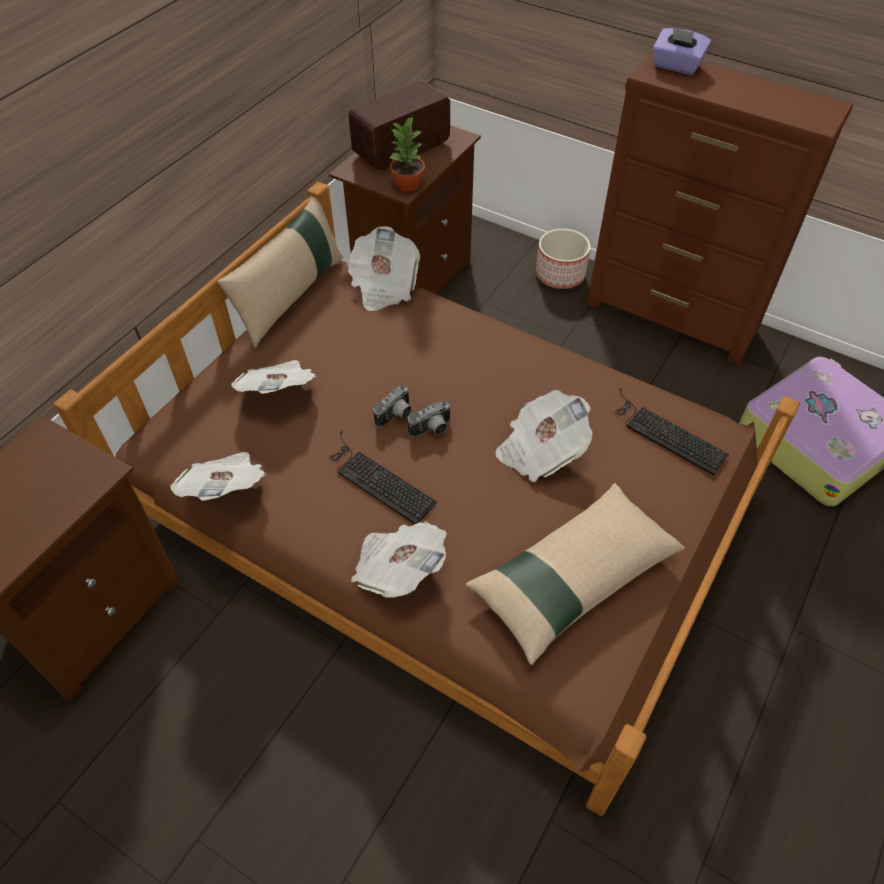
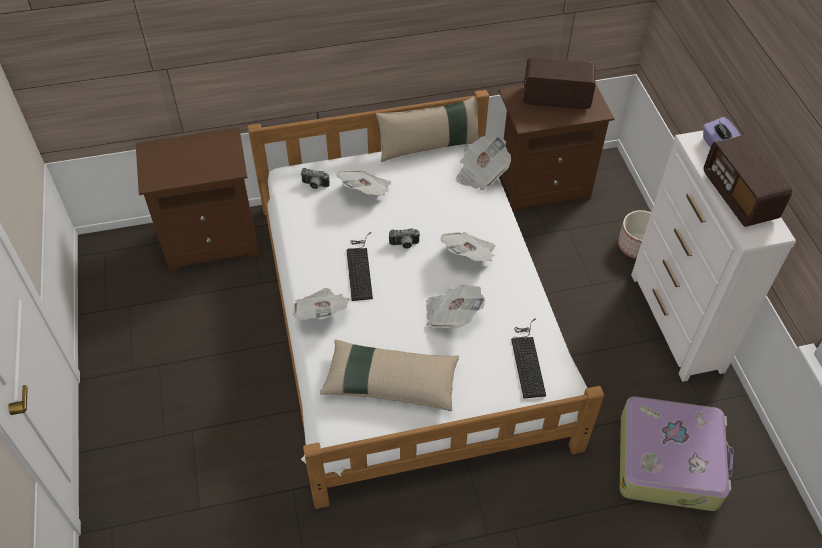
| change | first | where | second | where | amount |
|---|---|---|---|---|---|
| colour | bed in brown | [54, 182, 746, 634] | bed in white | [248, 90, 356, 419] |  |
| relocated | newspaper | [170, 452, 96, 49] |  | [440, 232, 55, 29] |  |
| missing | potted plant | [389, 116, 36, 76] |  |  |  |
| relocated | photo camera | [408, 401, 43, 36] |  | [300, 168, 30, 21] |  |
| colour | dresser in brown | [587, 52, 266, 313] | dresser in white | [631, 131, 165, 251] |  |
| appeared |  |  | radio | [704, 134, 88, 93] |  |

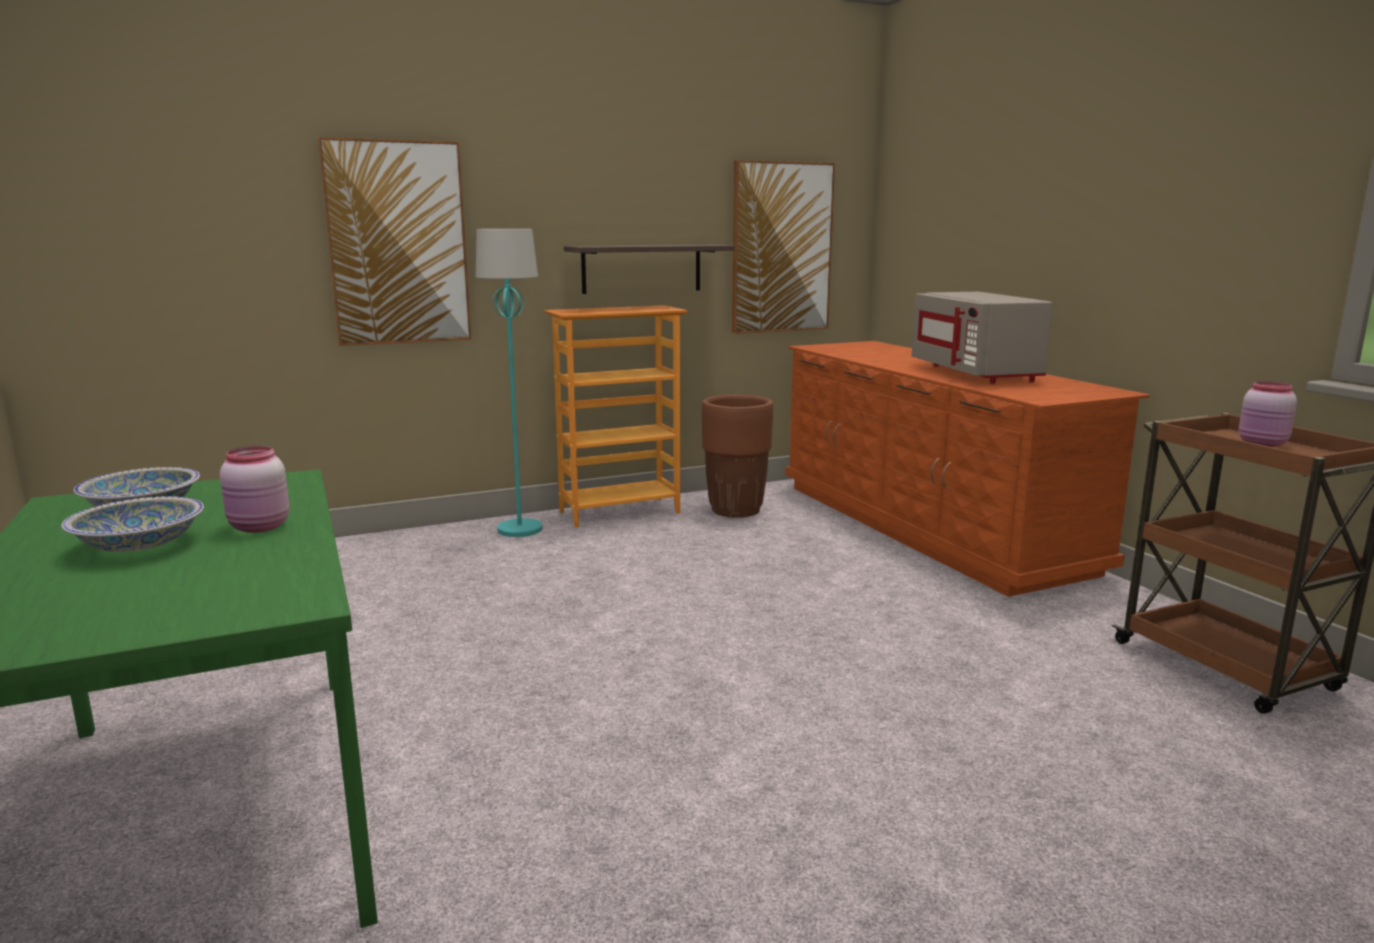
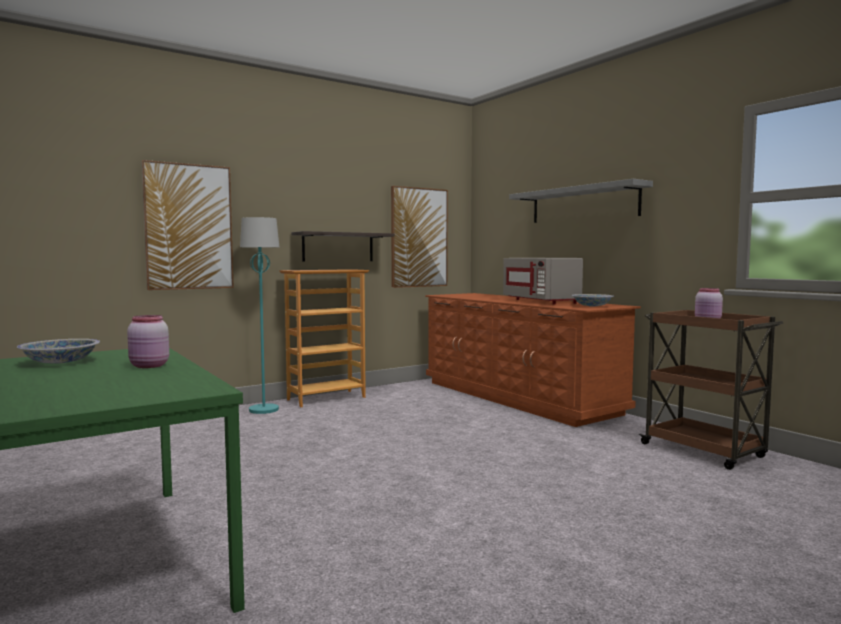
| change | first | where | second | where | amount |
|---|---|---|---|---|---|
| relocated | bowl | [61, 496, 143, 56] |  | [572, 294, 42, 13] |  |
| missing | planter in brown | [702, 395, 71, 123] |  |  |  |
| appeared |  |  | shelf in grey | [509, 179, 144, 44] |  |

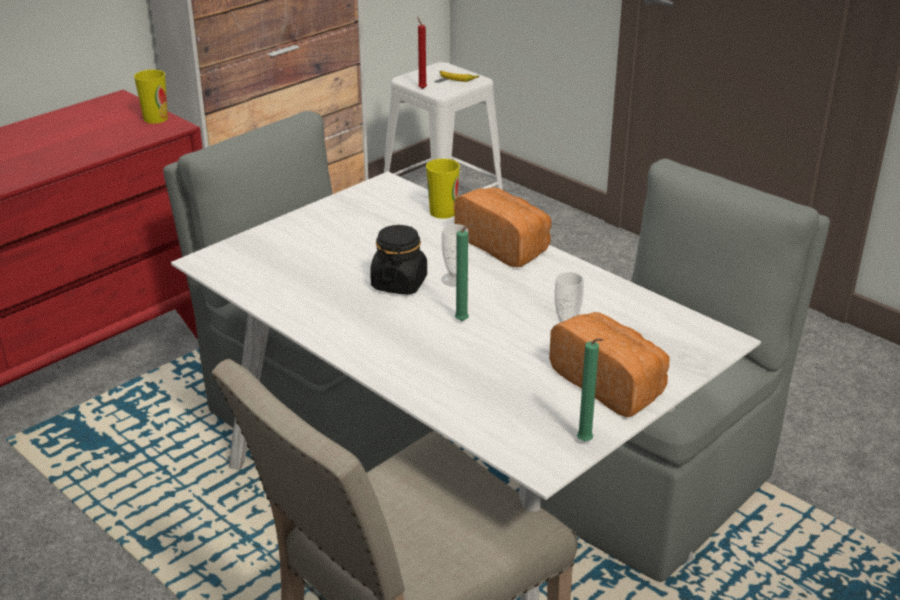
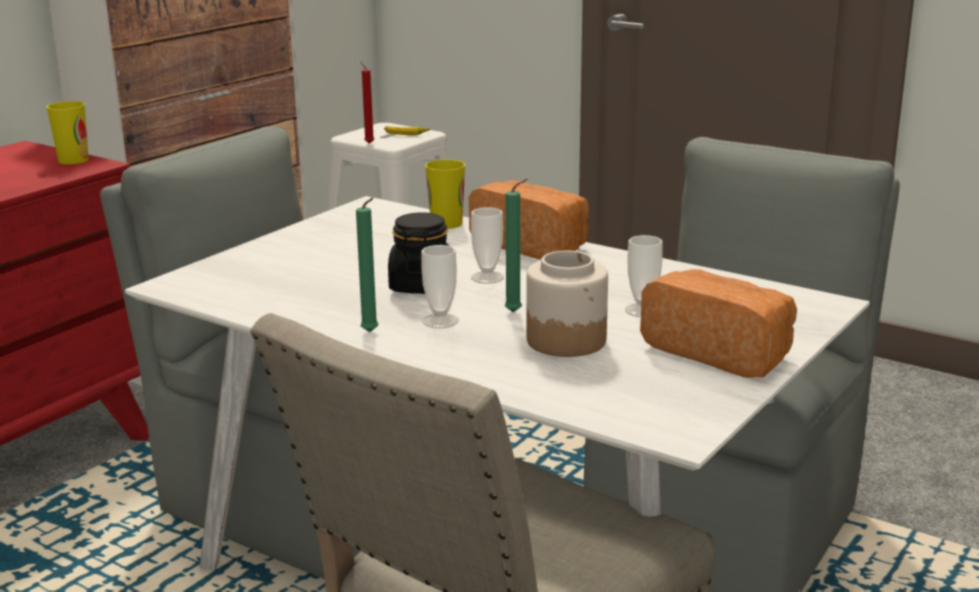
| change | first | where | second | where | amount |
|---|---|---|---|---|---|
| relocated | candle in green | [577, 339, 26, 102] |  | [356, 198, 22, 134] |  |
| appeared |  |  | cup | [421, 245, 37, 83] |  |
| appeared |  |  | jar | [526, 251, 82, 106] |  |

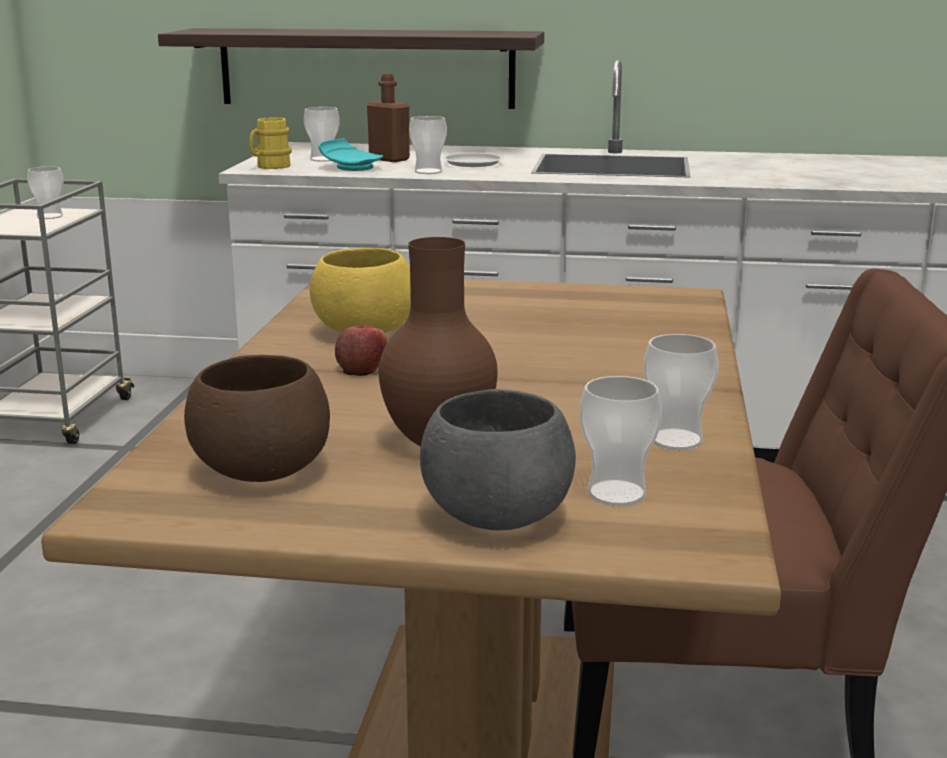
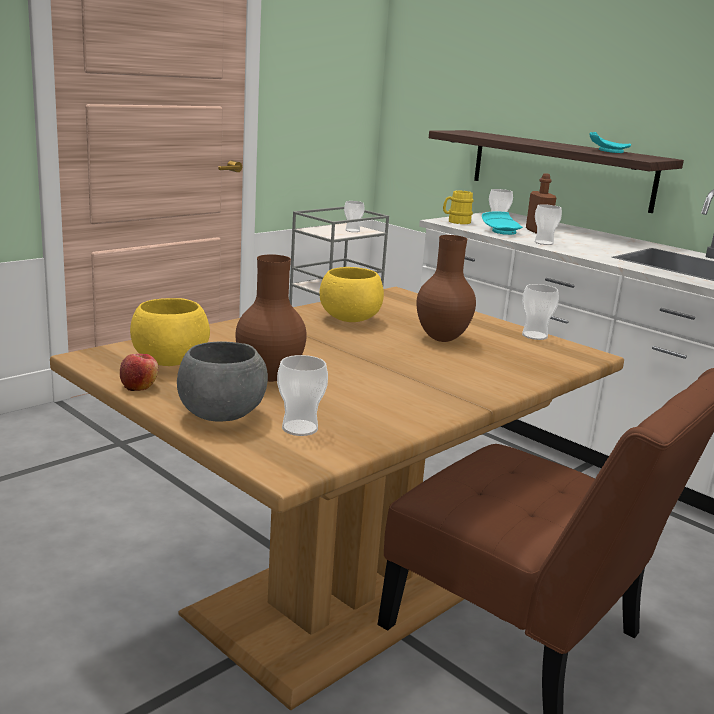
| change | first | where | second | where | amount |
|---|---|---|---|---|---|
| colour | bowl in brown | [184, 355, 146, 127] | bowl in yellow | [130, 298, 80, 68] |  |
| relocated | apple | [335, 325, 53, 51] |  | [120, 354, 39, 37] |  |
| missing | plate in white | [443, 153, 61, 14] |  |  |  |
| relocated | cup | [644, 334, 75, 116] |  | [522, 284, 37, 56] |  |
| appeared |  |  | vase in brown | [417, 235, 59, 107] |  |
| appeared |  |  | plate in turquoise | [589, 132, 42, 21] |  |

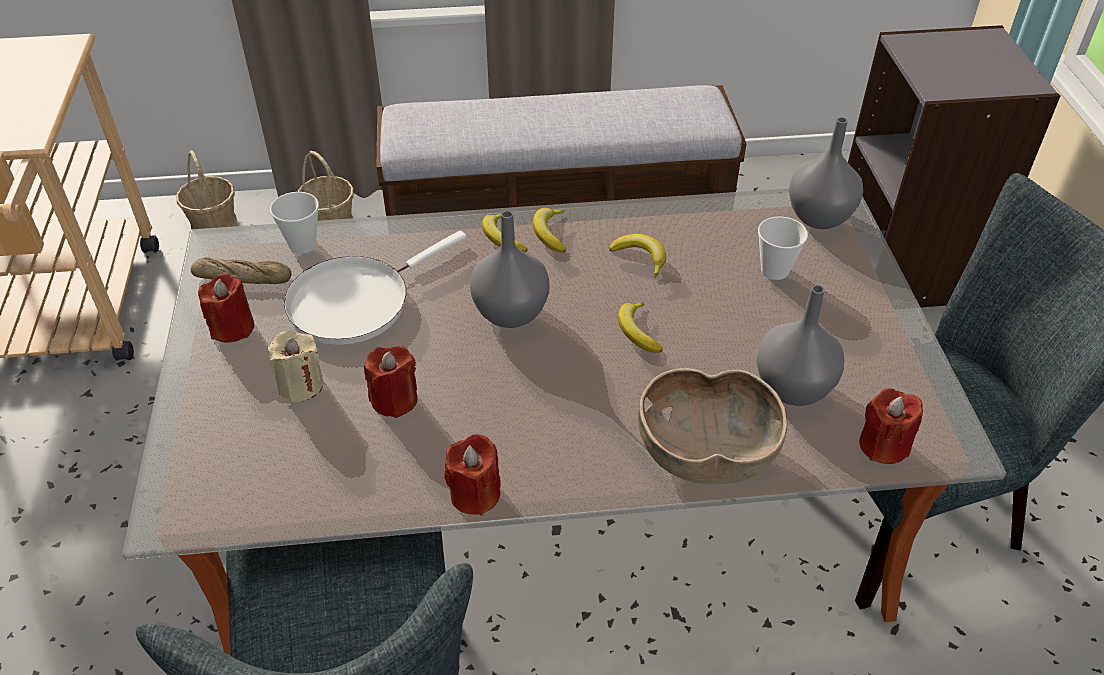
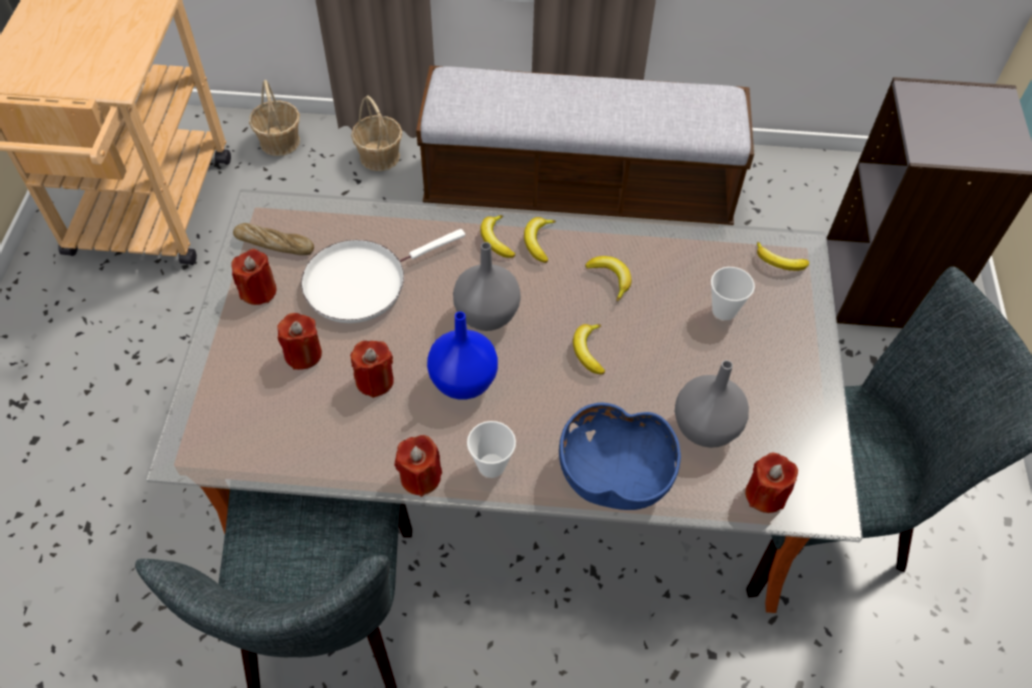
| change | first | where | second | where | amount |
|---|---|---|---|---|---|
| colour | candle in beige | [268, 331, 55, 72] | candle in red | [277, 313, 45, 57] |  |
| relocated | cup | [270, 192, 49, 62] |  | [467, 421, 49, 57] |  |
| colour | bowl in brown | [638, 368, 149, 116] | bowl in blue | [559, 402, 122, 108] |  |
| exchanged | vase in grey | [789, 117, 74, 112] | banana | [757, 242, 52, 29] |  |
| appeared |  |  | vase in blue | [427, 311, 71, 89] |  |

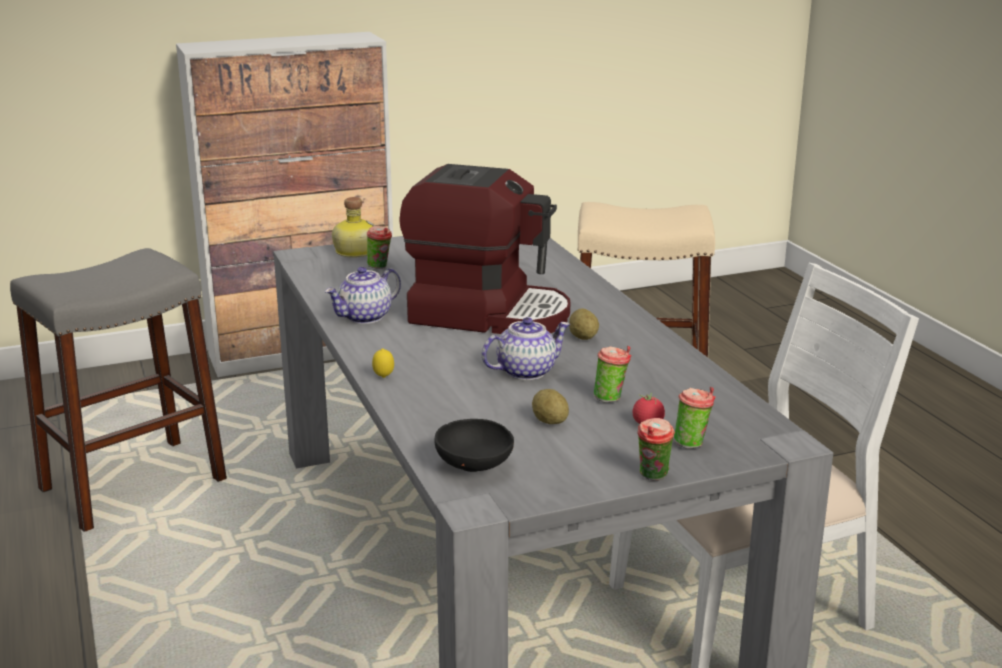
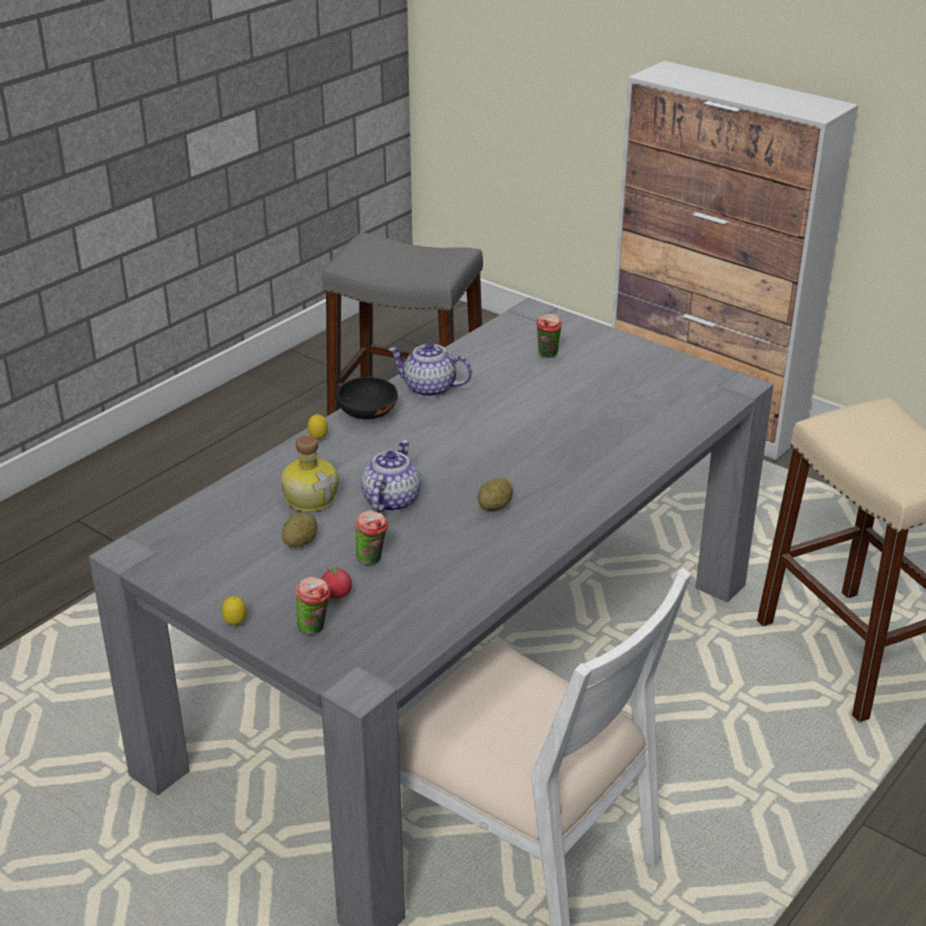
| change | first | where | second | where | amount |
|---|---|---|---|---|---|
| relocated | bottle | [332, 197, 43, 61] |  | [281, 435, 57, 77] |  |
| missing | coffee machine | [399, 164, 171, 170] |  |  |  |
| relocated | bowl in black | [434, 419, 80, 53] |  | [337, 377, 61, 42] |  |
| spun | teapot | [482, 317, 89, 63] |  | [361, 440, 60, 73] | 105 degrees counterclockwise |
| exchanged | cup | [637, 418, 38, 63] | lemon | [222, 596, 25, 29] |  |

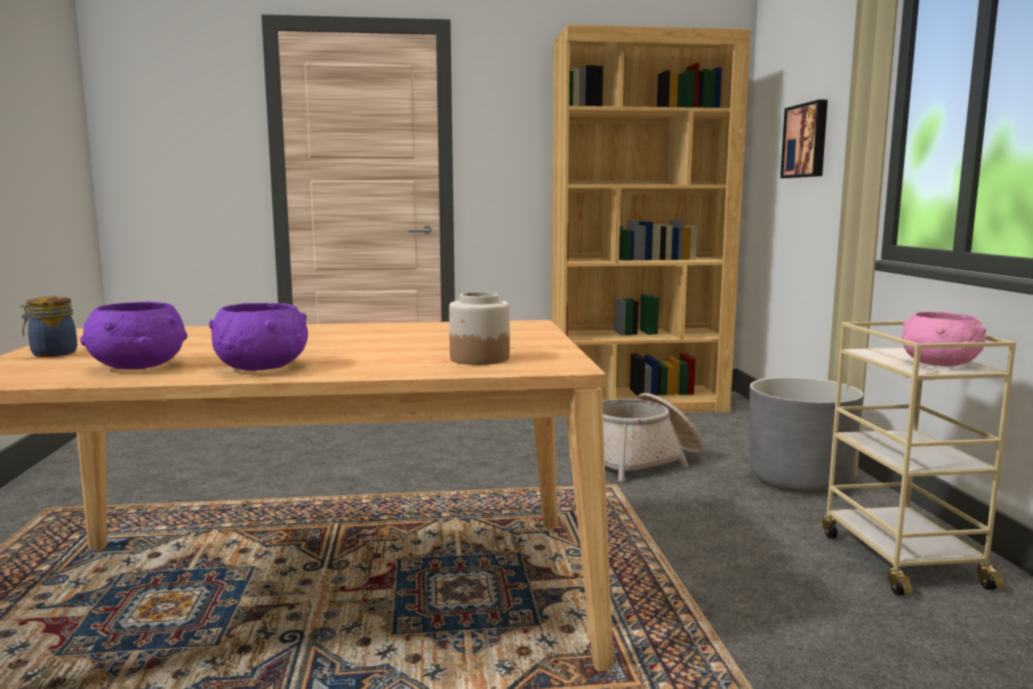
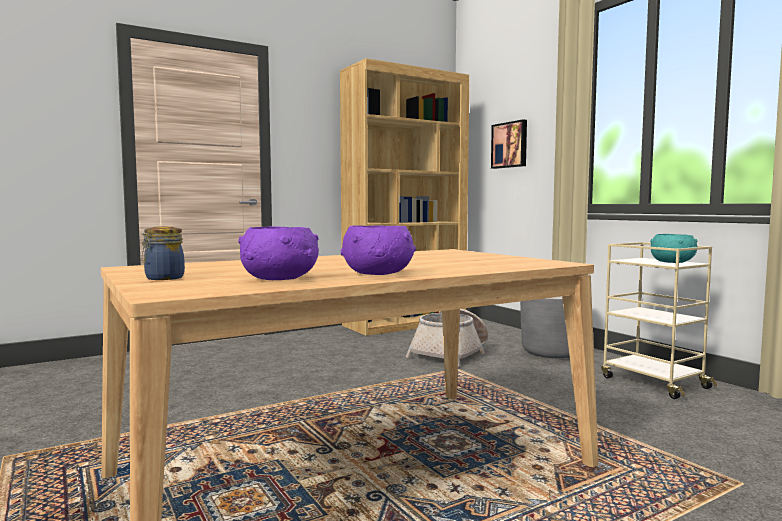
| change | first | where | second | where | amount |
|---|---|---|---|---|---|
| missing | jar | [449, 292, 61, 73] |  |  |  |
| colour | bowl in pink | [902, 312, 84, 55] | bowl in turquoise | [650, 234, 47, 29] |  |

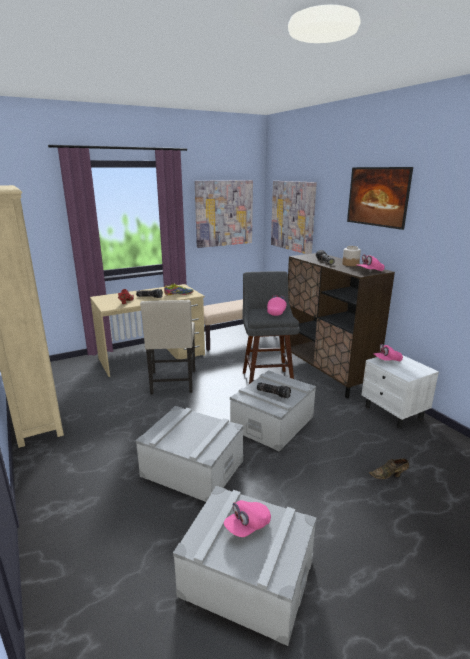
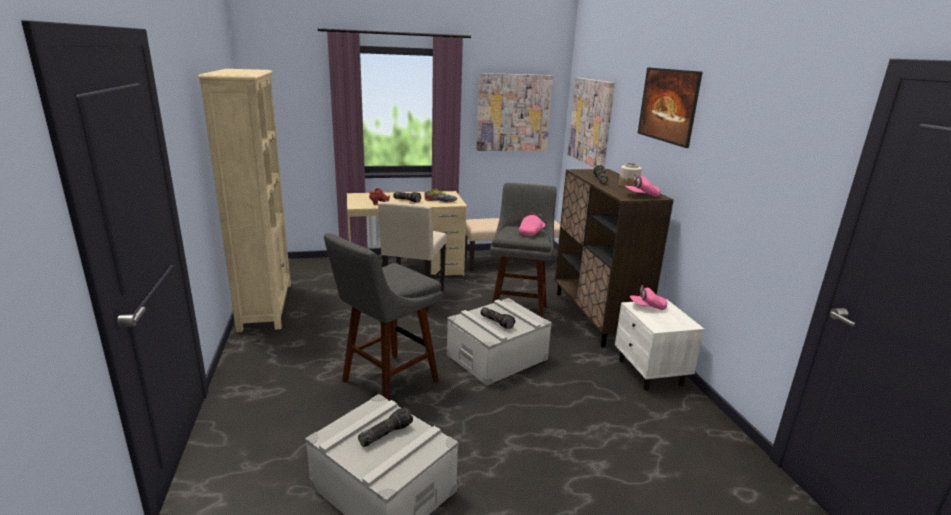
| change | first | where | second | where | amount |
|---|---|---|---|---|---|
| exchanged | storage box in grey | [136, 406, 108, 96] | stool in grey | [324, 233, 119, 167] |  |
| exchanged | cap in pink | [224, 500, 47, 37] | flashlight | [358, 407, 55, 40] |  |
| missing | shoe in brown | [369, 458, 40, 21] |  |  |  |

